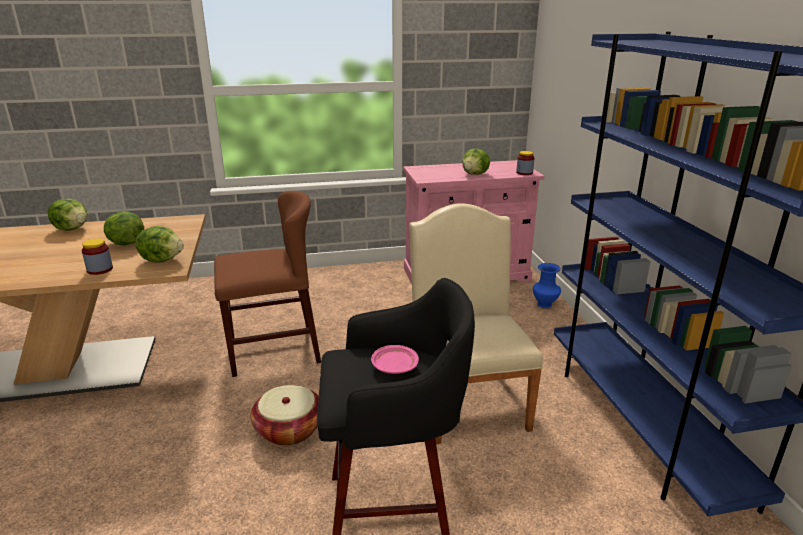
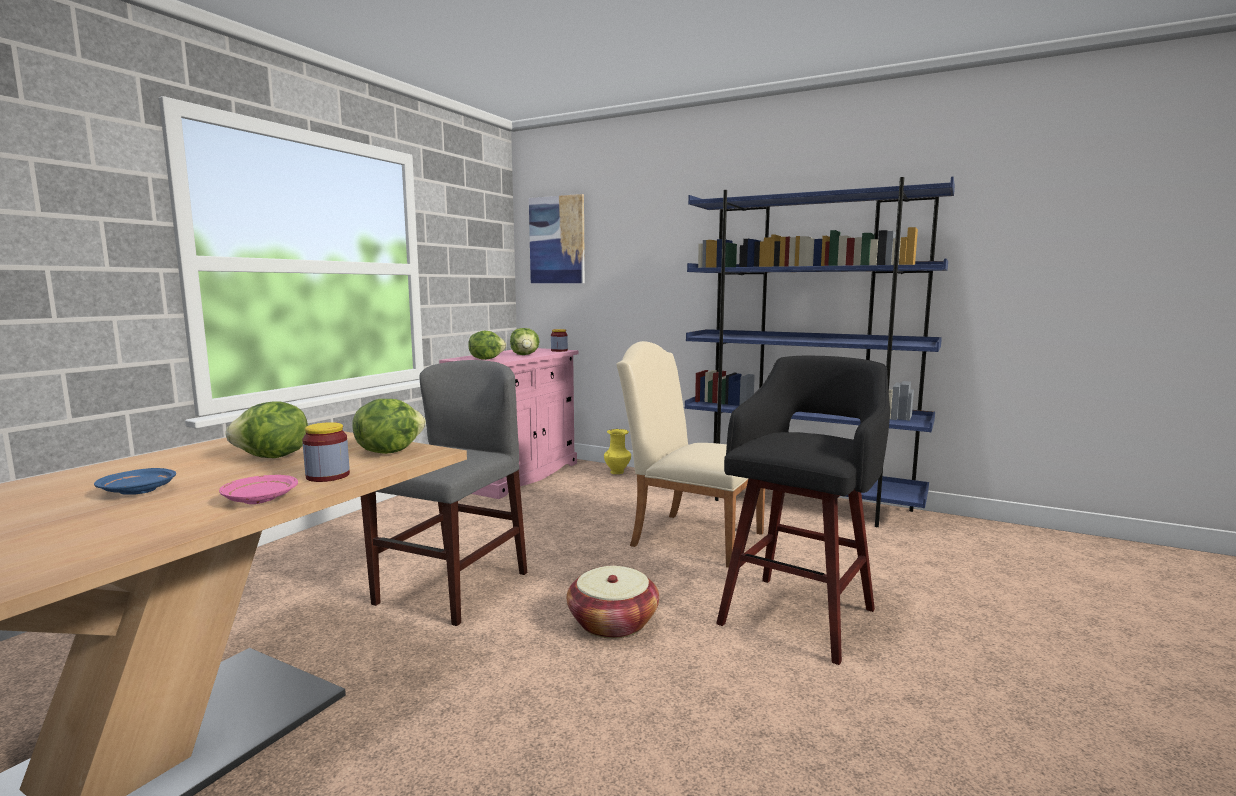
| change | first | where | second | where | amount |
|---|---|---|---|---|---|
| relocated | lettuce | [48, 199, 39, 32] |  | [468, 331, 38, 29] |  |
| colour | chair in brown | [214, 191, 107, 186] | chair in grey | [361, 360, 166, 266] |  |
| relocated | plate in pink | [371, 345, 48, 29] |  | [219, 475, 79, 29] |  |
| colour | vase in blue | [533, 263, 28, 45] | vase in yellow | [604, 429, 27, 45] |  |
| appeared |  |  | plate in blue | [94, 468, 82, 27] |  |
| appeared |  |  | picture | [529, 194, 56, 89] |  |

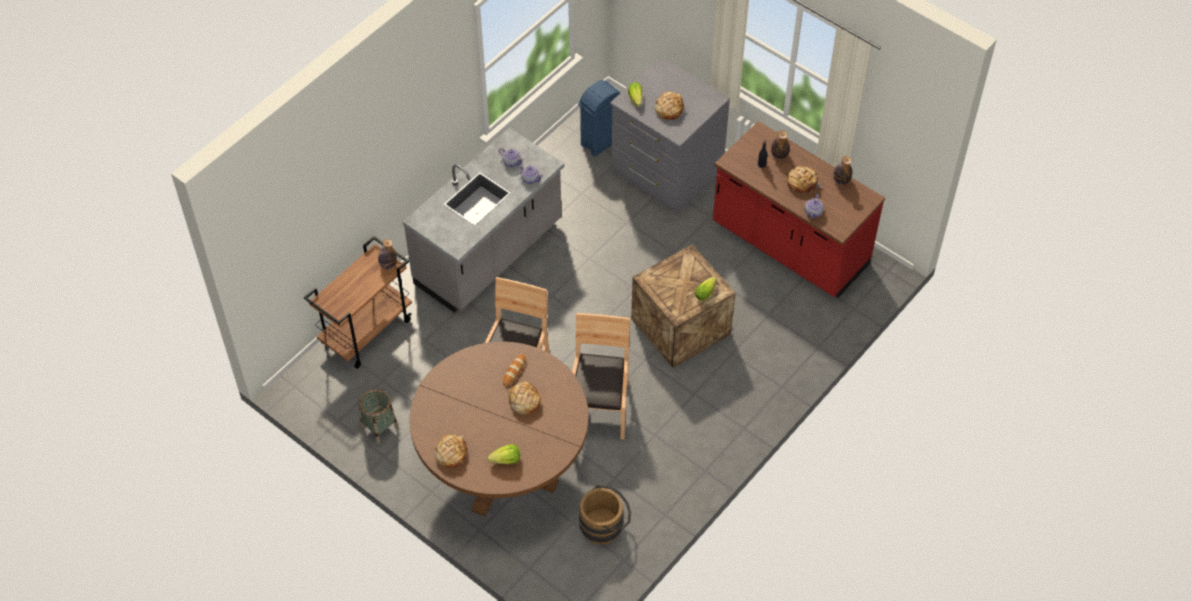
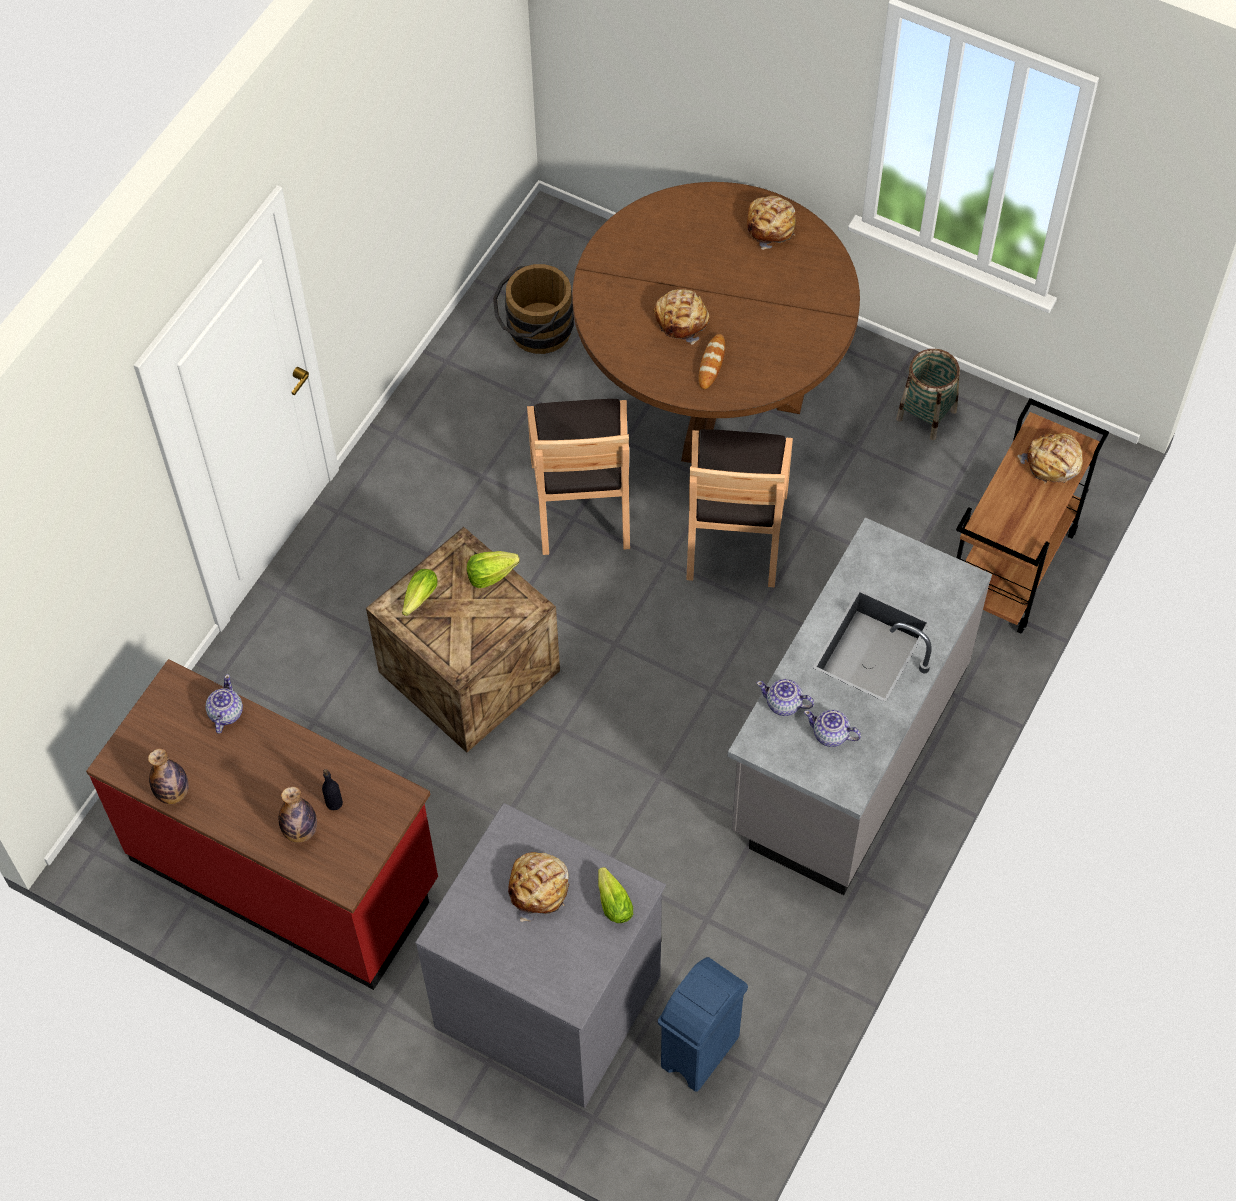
| change | first | where | second | where | amount |
|---|---|---|---|---|---|
| missing | bottle | [378, 239, 19, 30] |  |  |  |
| relocated | lettuce | [487, 444, 33, 20] |  | [467, 551, 53, 37] |  |
| relocated | bread | [787, 166, 35, 28] |  | [1017, 433, 66, 51] |  |

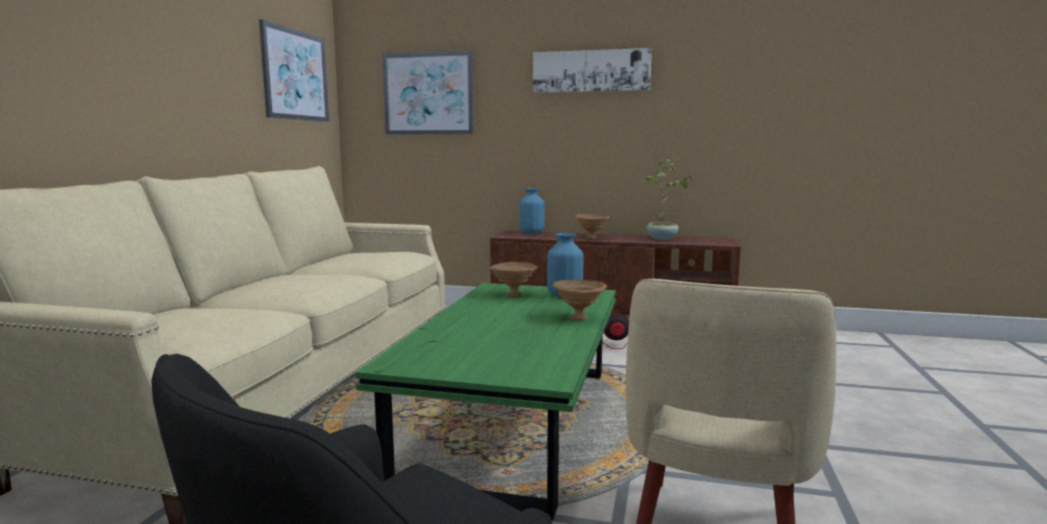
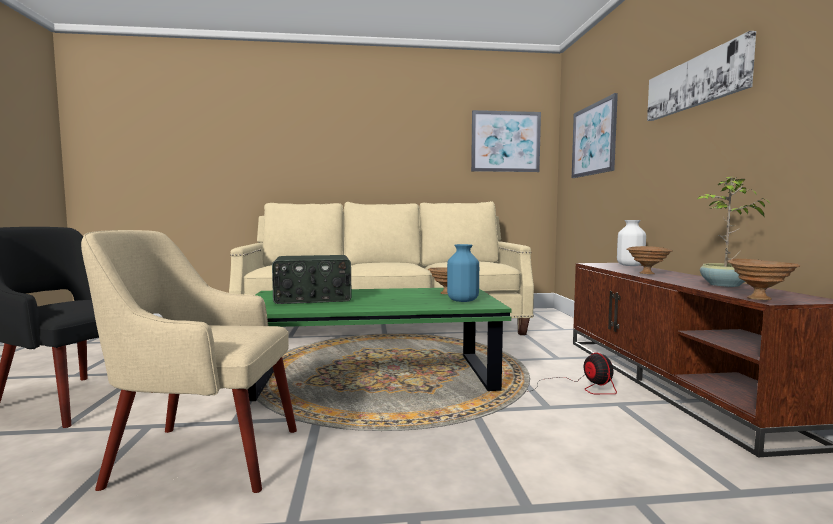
| change | first | where | second | where | amount |
|---|---|---|---|---|---|
| colour | vase in blue | [519, 188, 26, 46] | vase in white | [617, 220, 29, 46] |  |
| relocated | bowl in brown | [553, 280, 54, 40] |  | [727, 259, 73, 41] |  |
| appeared |  |  | radio | [272, 255, 80, 49] |  |

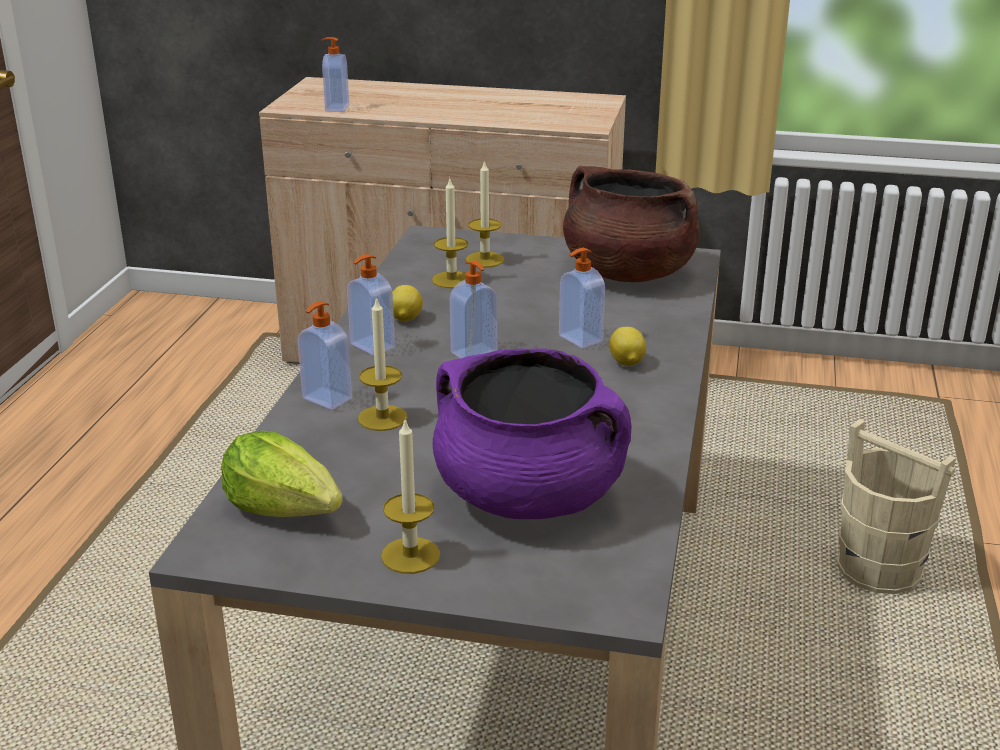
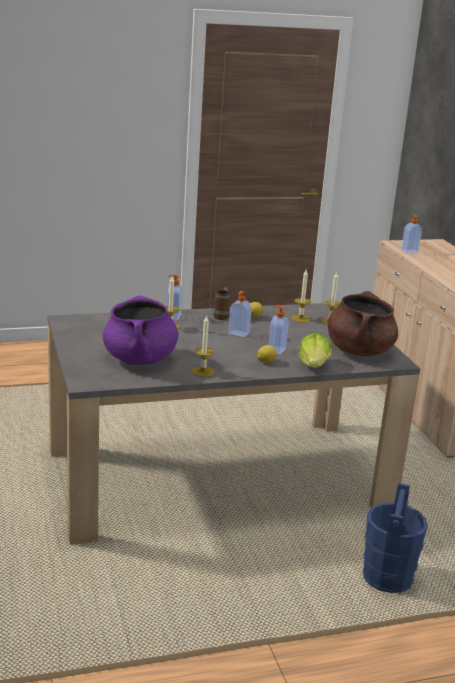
| change | first | where | second | where | amount |
|---|---|---|---|---|---|
| relocated | lettuce | [221, 431, 122, 86] |  | [299, 333, 33, 35] |  |
| exchanged | soap dispenser | [347, 254, 48, 102] | mug | [213, 287, 17, 33] |  |
| relocated | candle | [381, 420, 59, 154] |  | [192, 315, 22, 62] |  |
| colour | bucket in beige | [837, 419, 119, 175] | bucket in blue | [363, 483, 65, 110] |  |

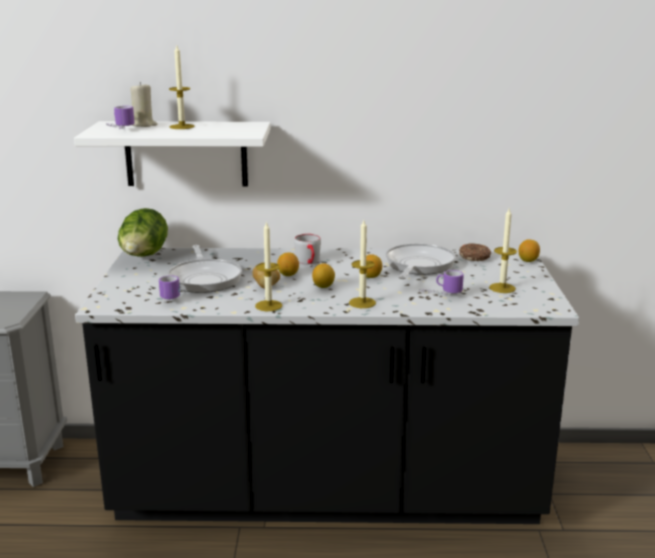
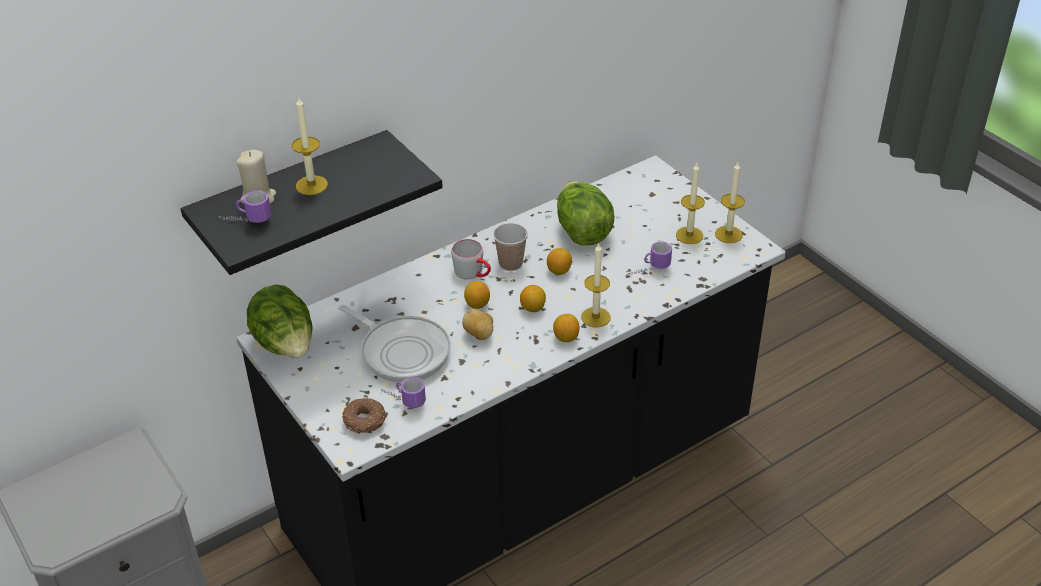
| change | first | where | second | where | amount |
|---|---|---|---|---|---|
| colour | shelf in white | [74, 121, 197, 66] | shelf in black | [180, 130, 263, 145] |  |
| relocated | candle | [255, 221, 27, 90] |  | [715, 162, 30, 81] |  |
| exchanged | frying pan | [385, 243, 71, 36] | lettuce | [557, 181, 57, 64] |  |
| relocated | donut | [459, 243, 32, 18] |  | [342, 398, 44, 36] |  |
| relocated | lemon | [519, 239, 21, 23] |  | [553, 314, 26, 28] |  |
| appeared |  |  | cup | [493, 223, 35, 48] |  |

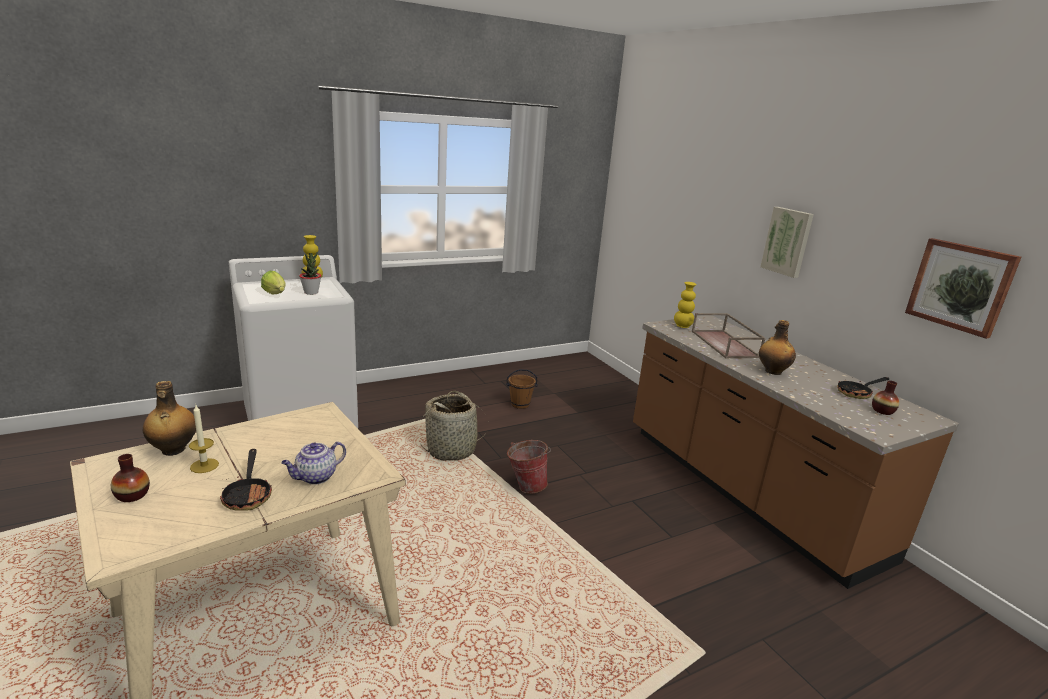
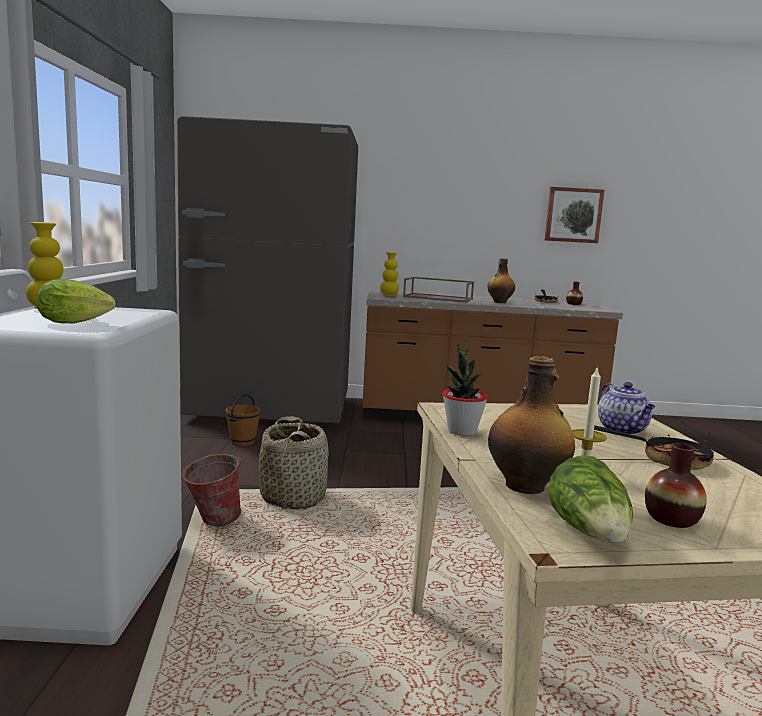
| change | first | where | second | where | amount |
|---|---|---|---|---|---|
| relocated | potted plant | [299, 252, 22, 43] |  | [443, 343, 45, 93] |  |
| relocated | bucket | [507, 440, 44, 54] |  | [181, 454, 60, 73] |  |
| missing | picture | [760, 207, 54, 71] |  |  |  |
| appeared |  |  | fridge in grey | [177, 116, 181, 307] |  |
| appeared |  |  | lettuce | [548, 455, 85, 88] |  |

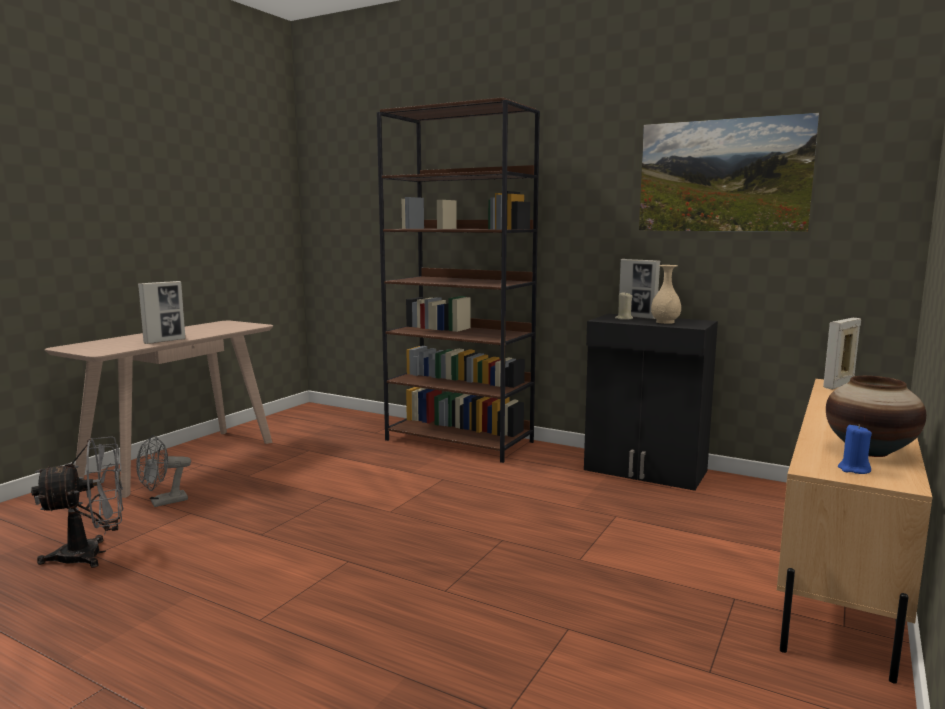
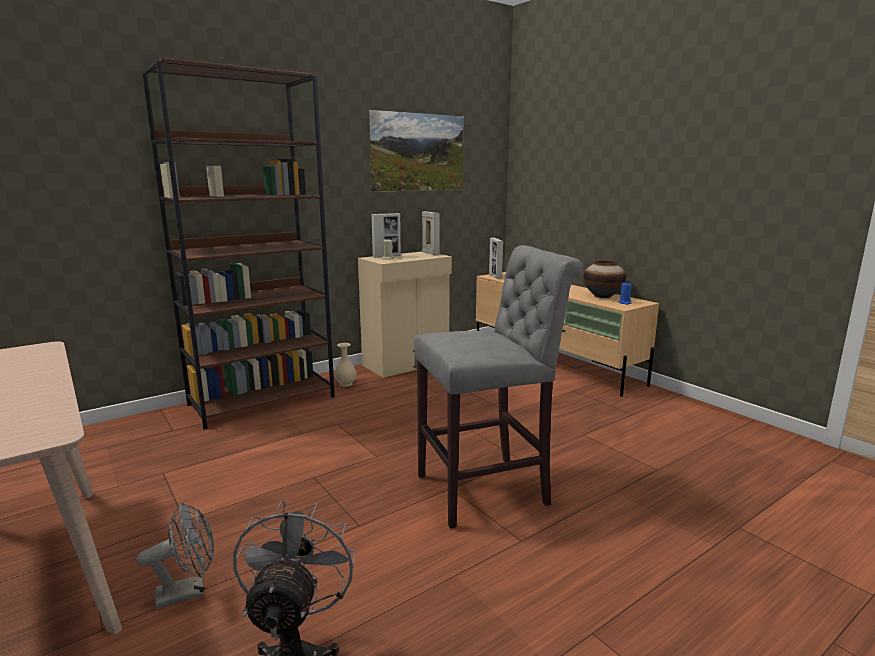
| change | first | where | second | where | amount |
|---|---|---|---|---|---|
| spun | fan in grey | [136, 435, 55, 72] |  | [136, 502, 78, 107] | 105 degrees counterclockwise |
| relocated | picture frame | [138, 281, 47, 63] |  | [422, 211, 18, 44] |  |
| colour | cabinet in black | [584, 314, 134, 177] | cabinet in beige | [358, 252, 94, 126] |  |
| relocated | vase in beige | [651, 265, 30, 59] |  | [335, 343, 21, 44] |  |
| appeared |  |  | stool in grey | [414, 245, 169, 284] |  |

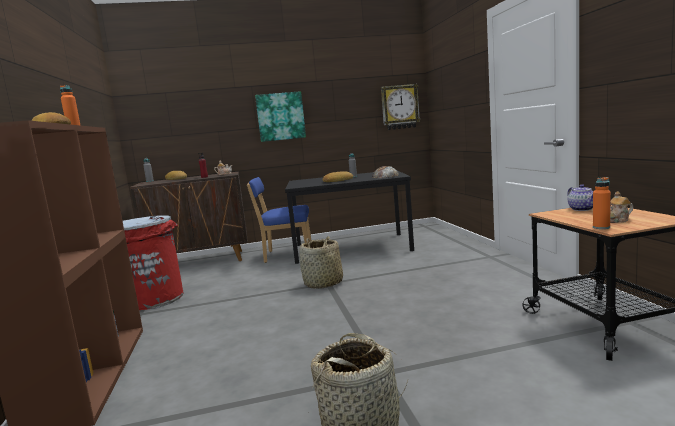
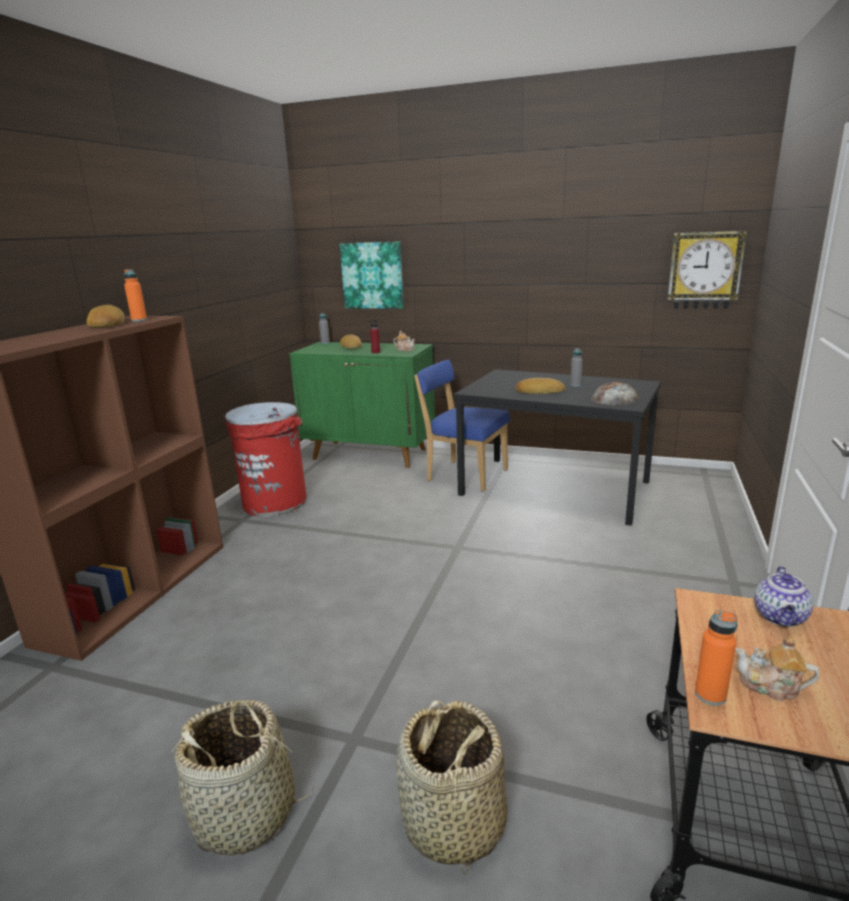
| change | first | where | second | where | amount |
|---|---|---|---|---|---|
| colour | cabinet in brown | [130, 172, 118, 89] | cabinet in green | [289, 342, 146, 126] |  |
| relocated | picture | [255, 91, 51, 51] |  | [340, 241, 64, 68] |  |
| relocated | basket | [299, 236, 44, 53] |  | [396, 700, 112, 174] |  |

